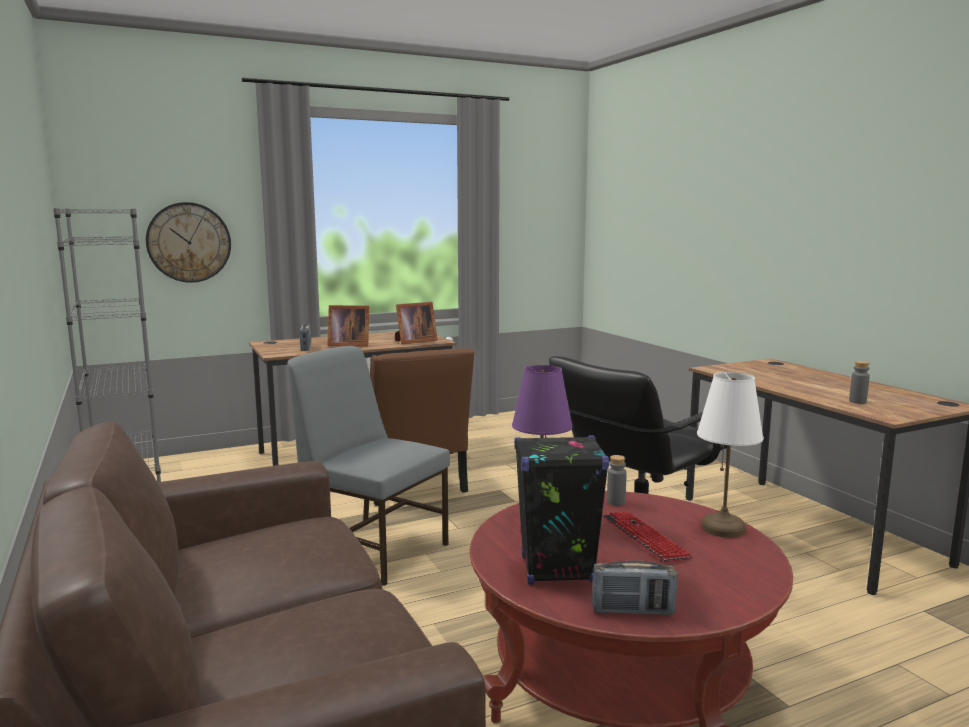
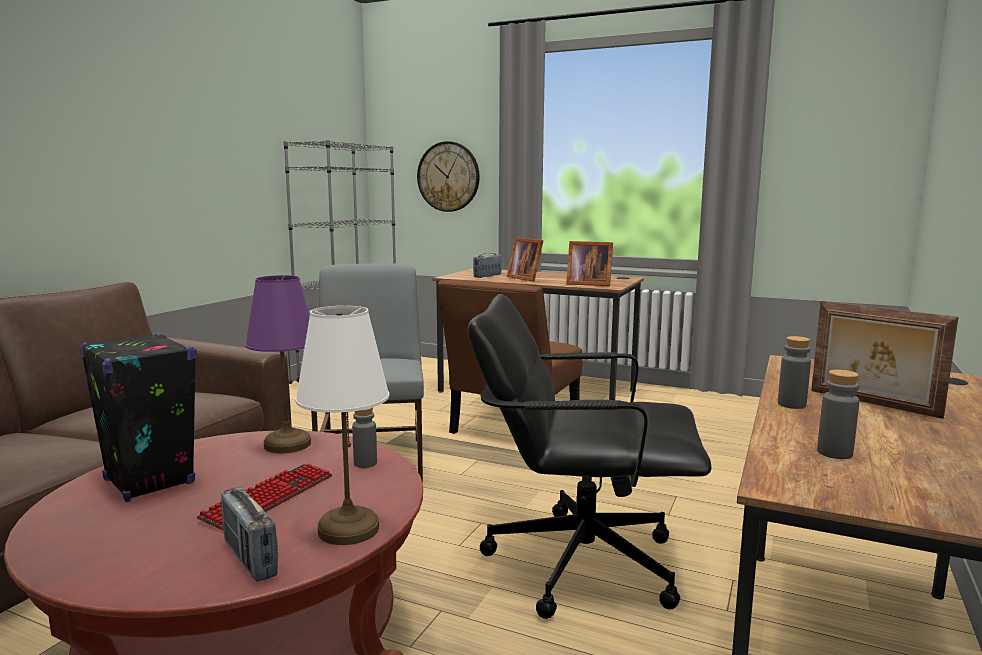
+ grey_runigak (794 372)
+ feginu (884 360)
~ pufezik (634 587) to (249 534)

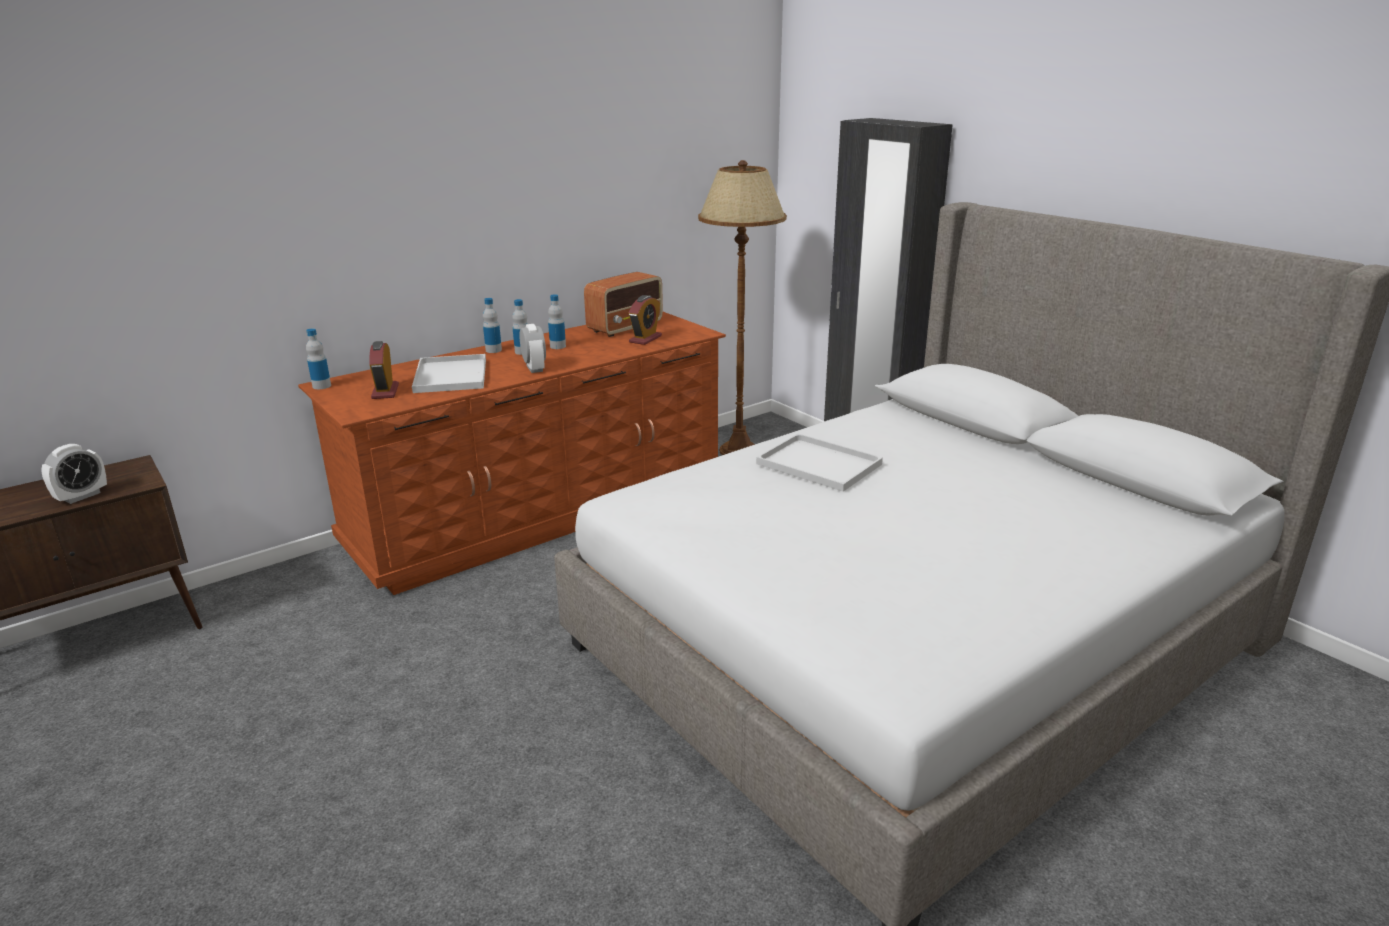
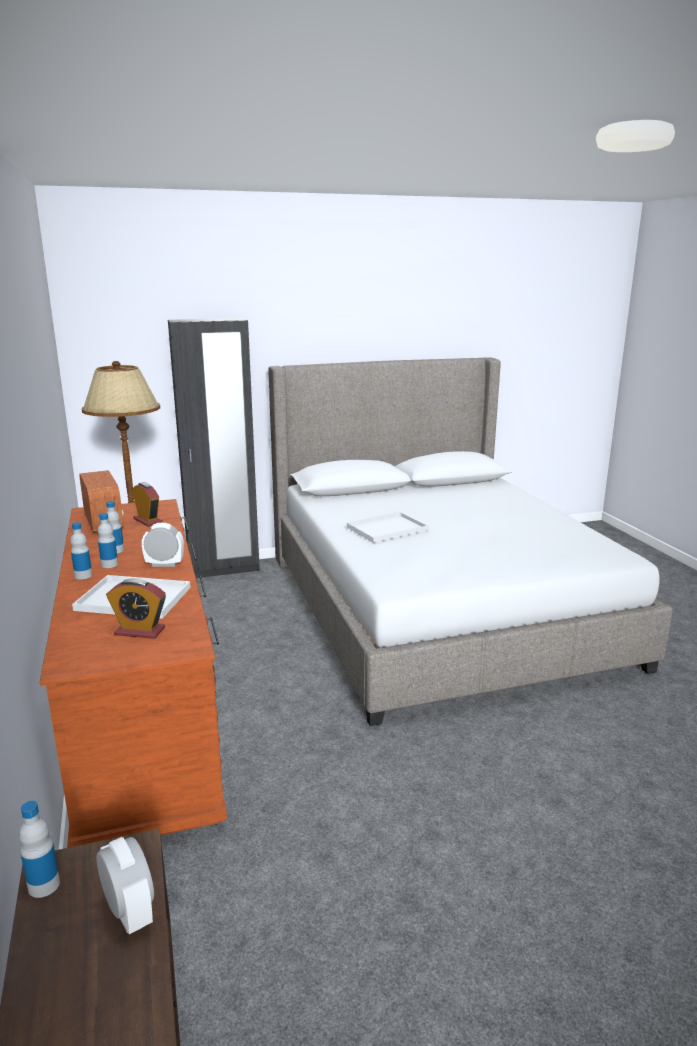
~ runigak (318 358) to (39 849)

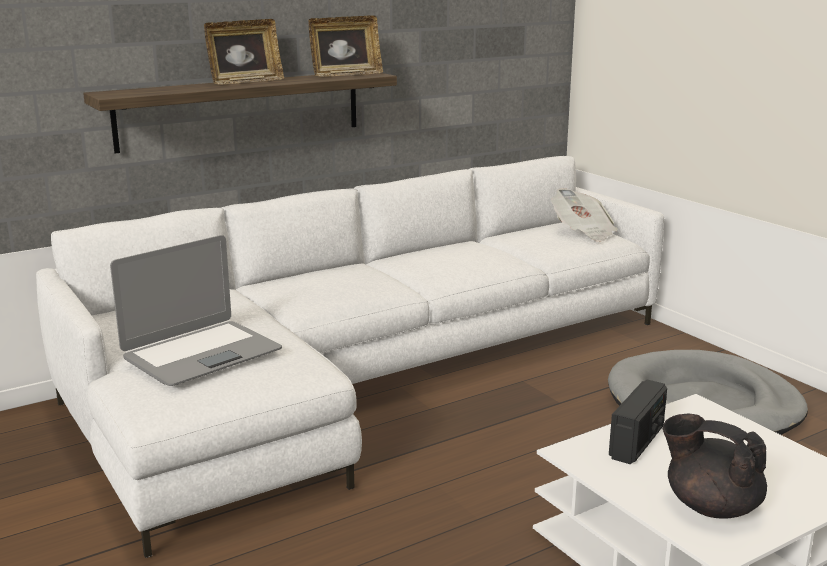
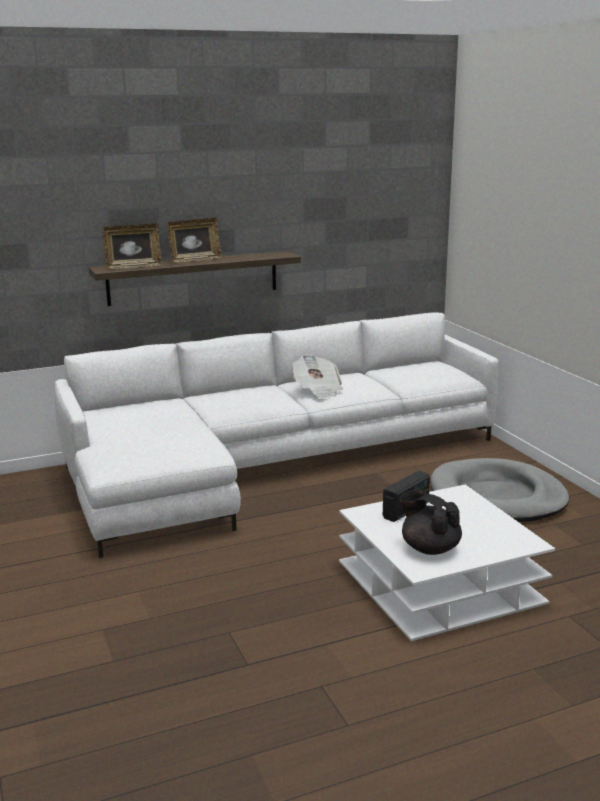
- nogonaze (196 310)
~ feginu (345 46) to (132 246)
~ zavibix (584 215) to (317 376)

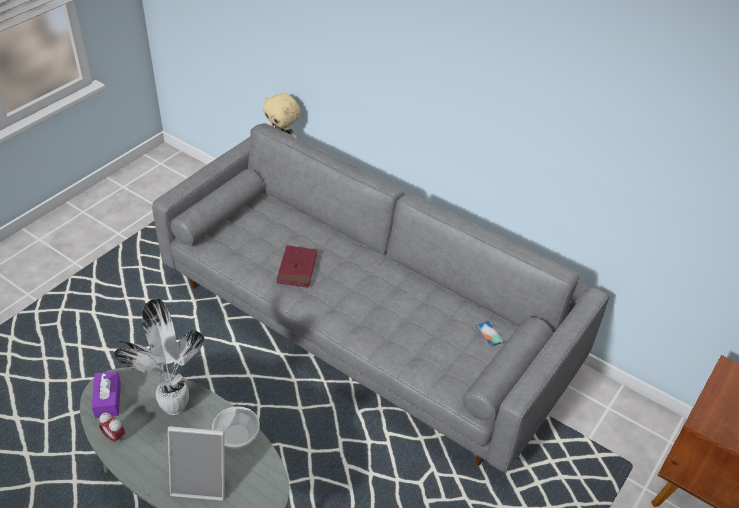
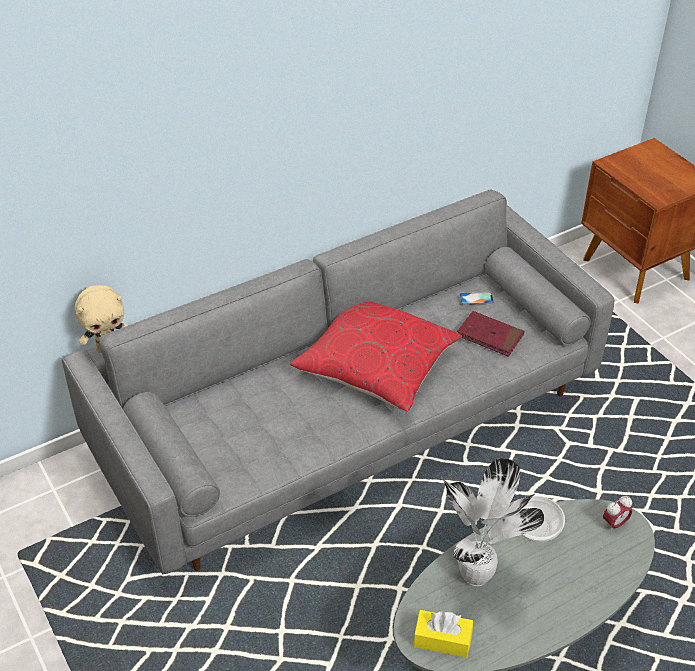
- feginu (196 463)
+ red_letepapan (376 356)
~ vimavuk (112 428) to (617 514)
~ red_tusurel (297 266) to (490 334)
~ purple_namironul (106 394) to yellow_namironul (443 634)

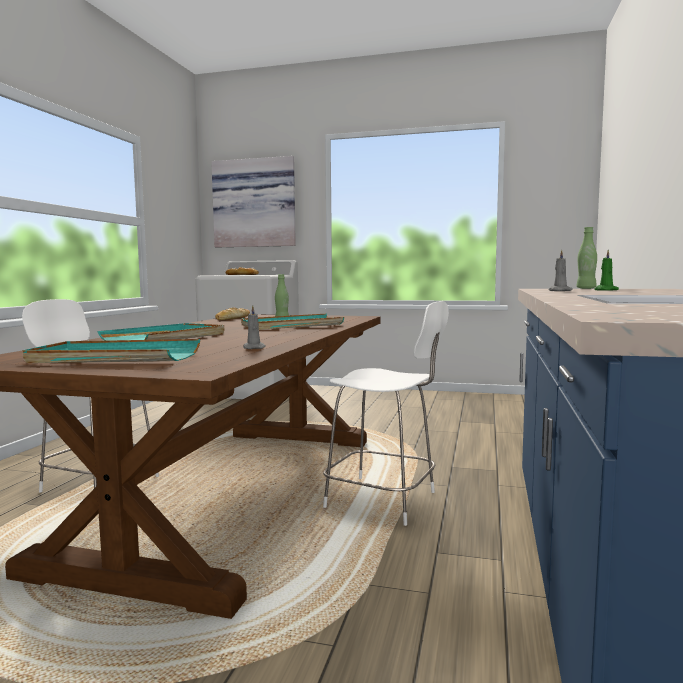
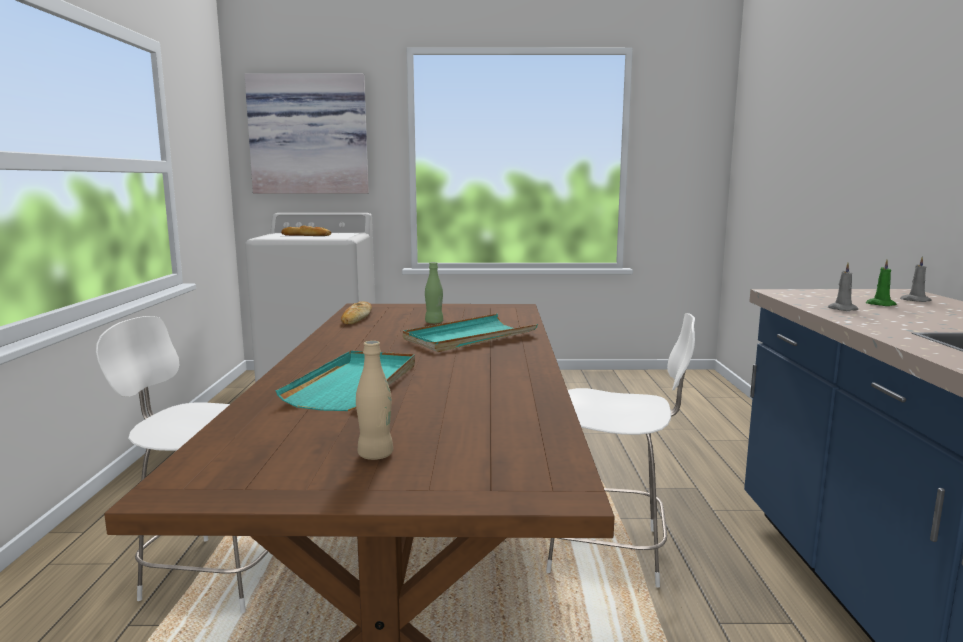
- green_runigak (587 258)
~ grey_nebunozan (254 327) to (916 279)
~ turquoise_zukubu (111 351) to beige_runigak (374 400)

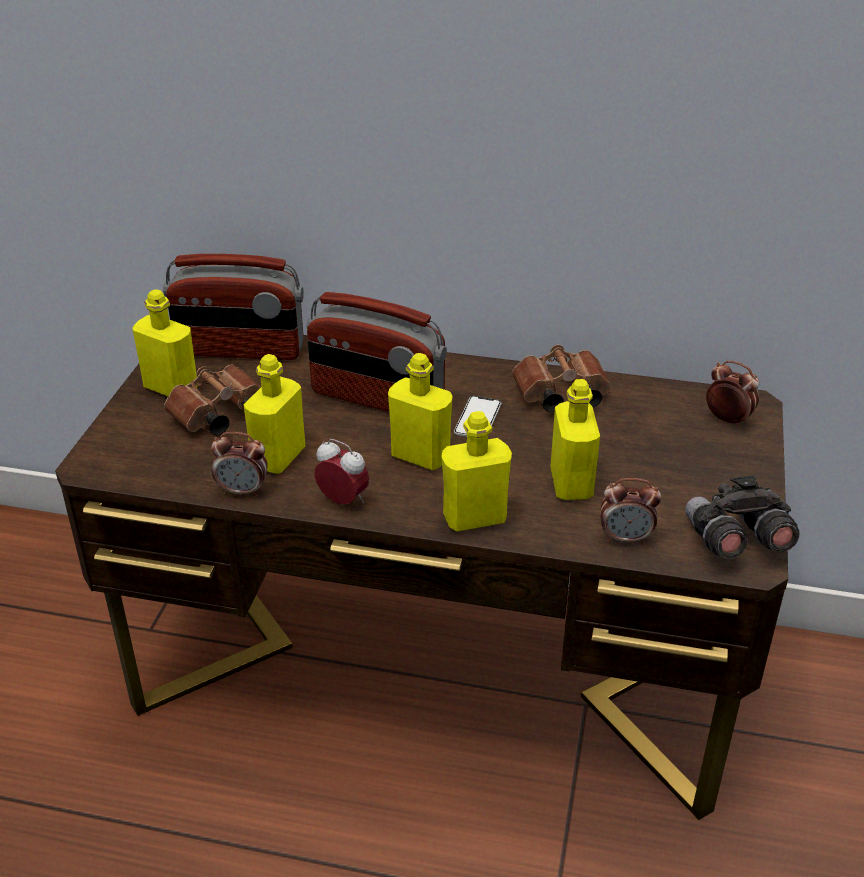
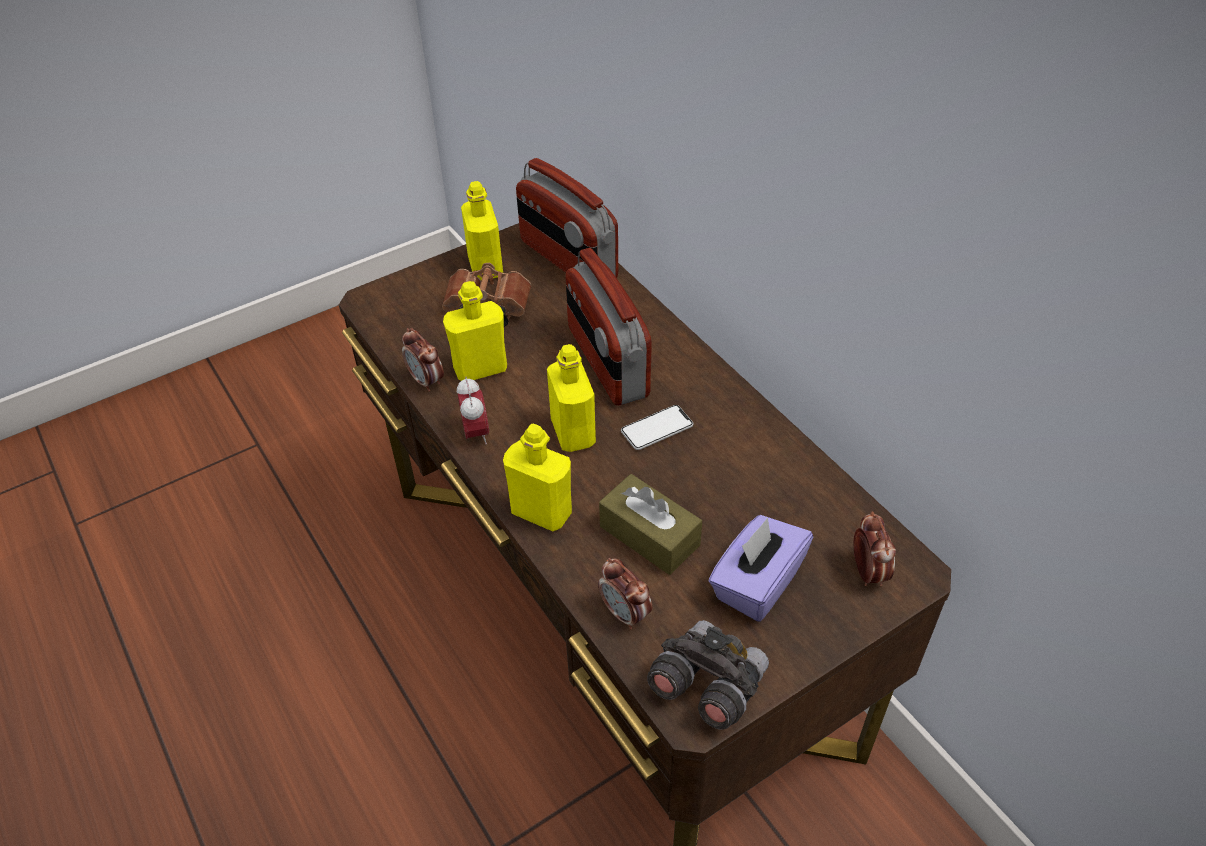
- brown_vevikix (561 378)
+ purple_namironul (760 568)
~ yellow_runigak (575 439) to brown_namironul (650 524)

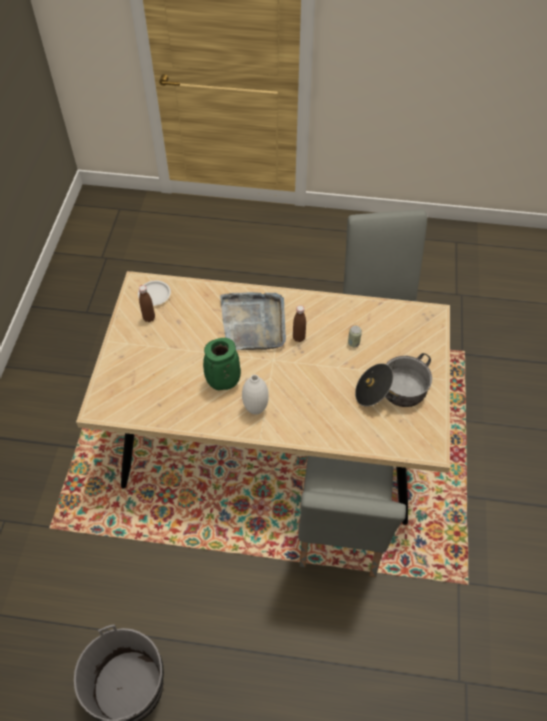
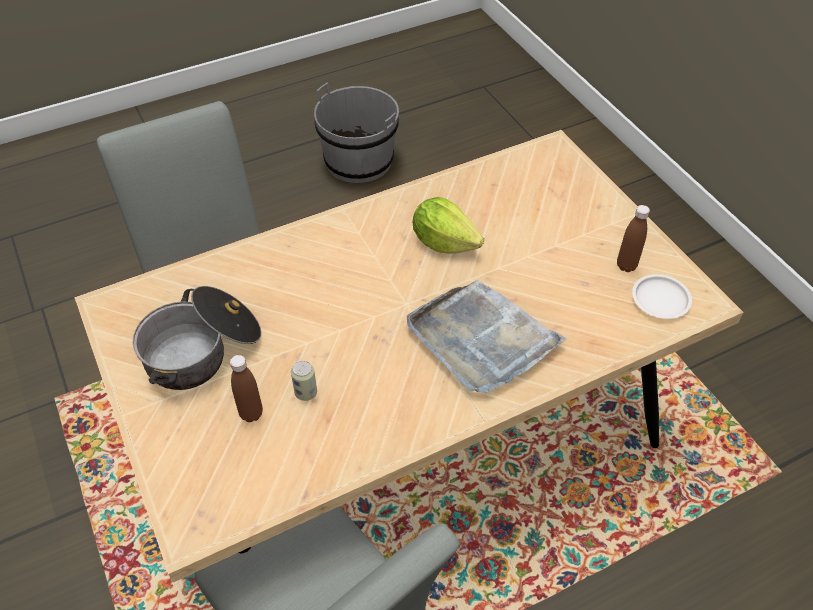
- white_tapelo (255 394)
~ brown_runigak (299 323) to (246 388)
~ green_tapelo (222 364) to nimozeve (448 225)

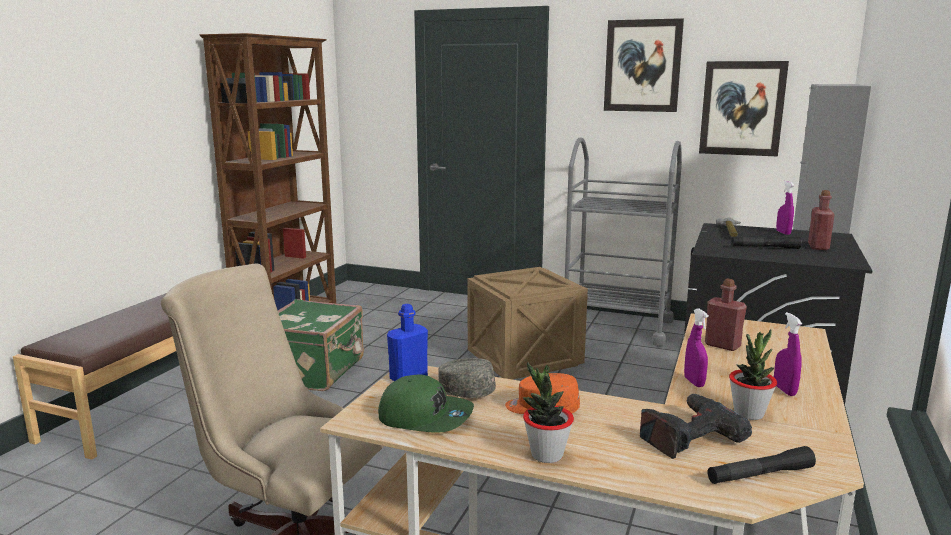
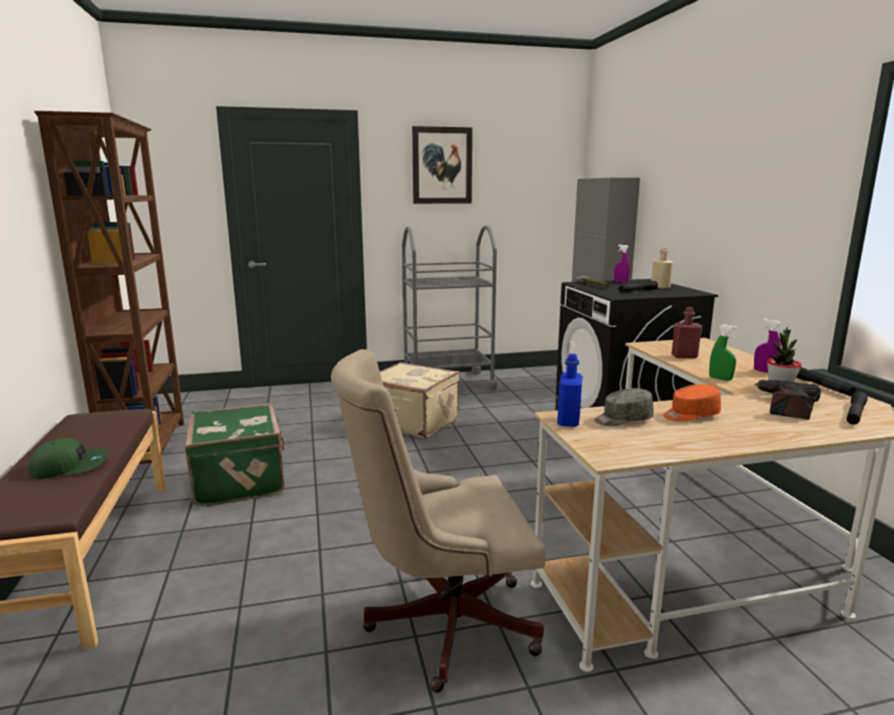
- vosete (548 412)
- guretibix (744 108)
+ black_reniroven (826 381)
~ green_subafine (426 403) to (68 458)
~ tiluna (527 323) to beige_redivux (420 400)
~ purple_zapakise (696 347) to green_zapakise (723 352)
~ red_runigak (821 220) to beige_runigak (662 268)

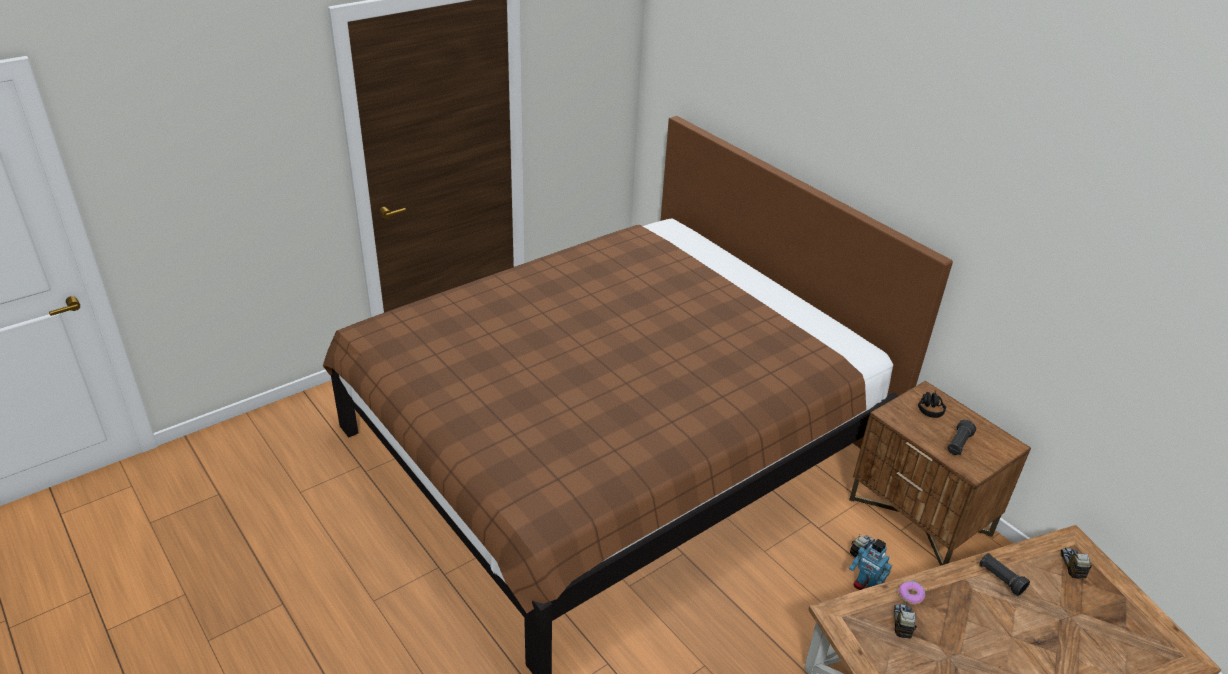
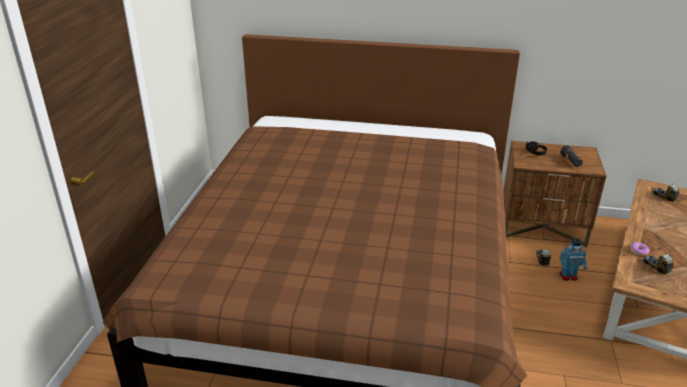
- black_reniroven (1004 574)

